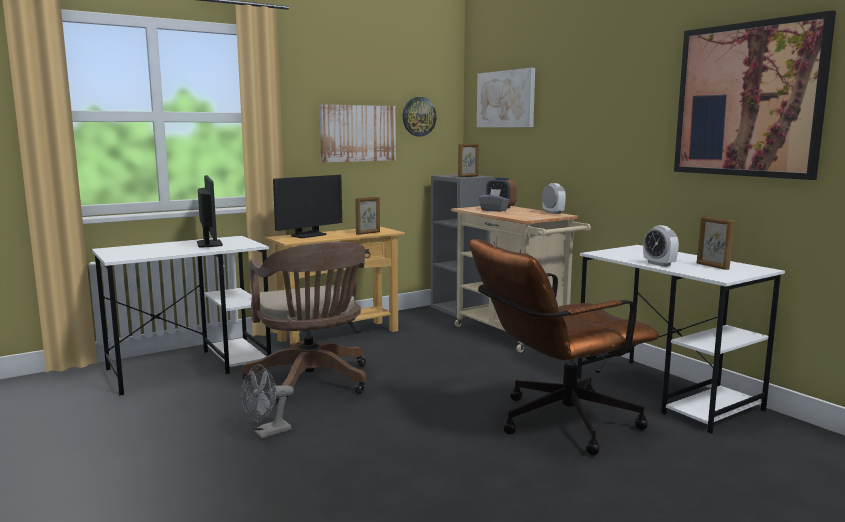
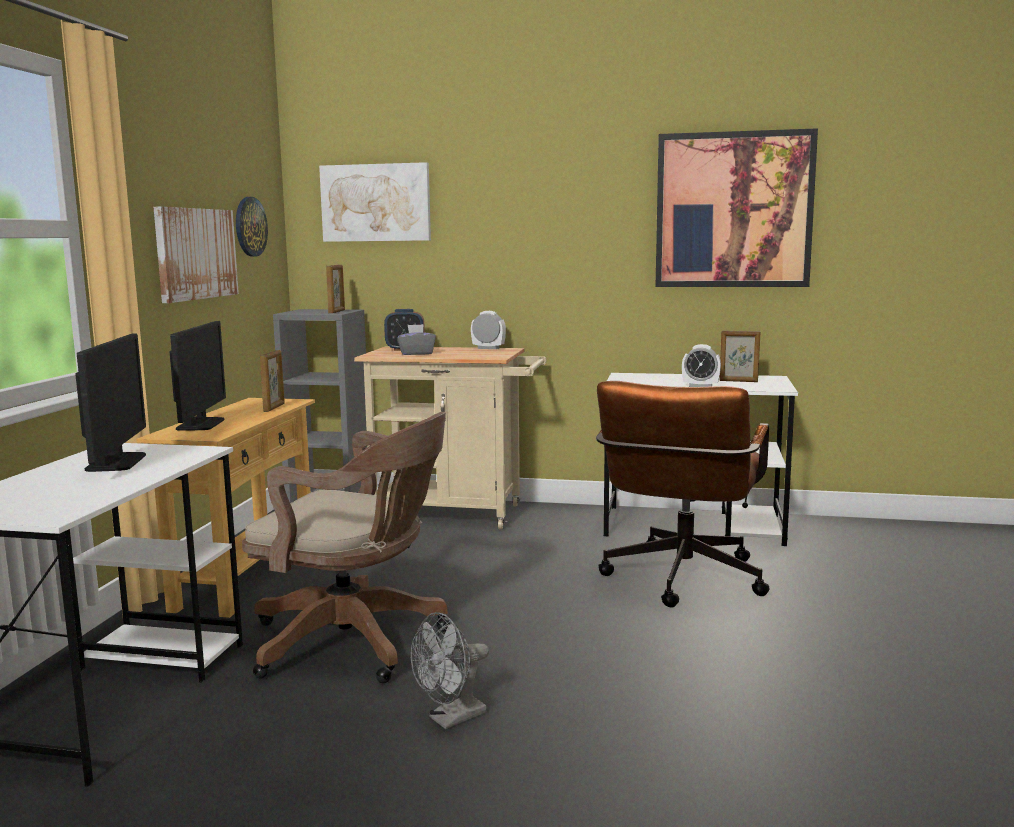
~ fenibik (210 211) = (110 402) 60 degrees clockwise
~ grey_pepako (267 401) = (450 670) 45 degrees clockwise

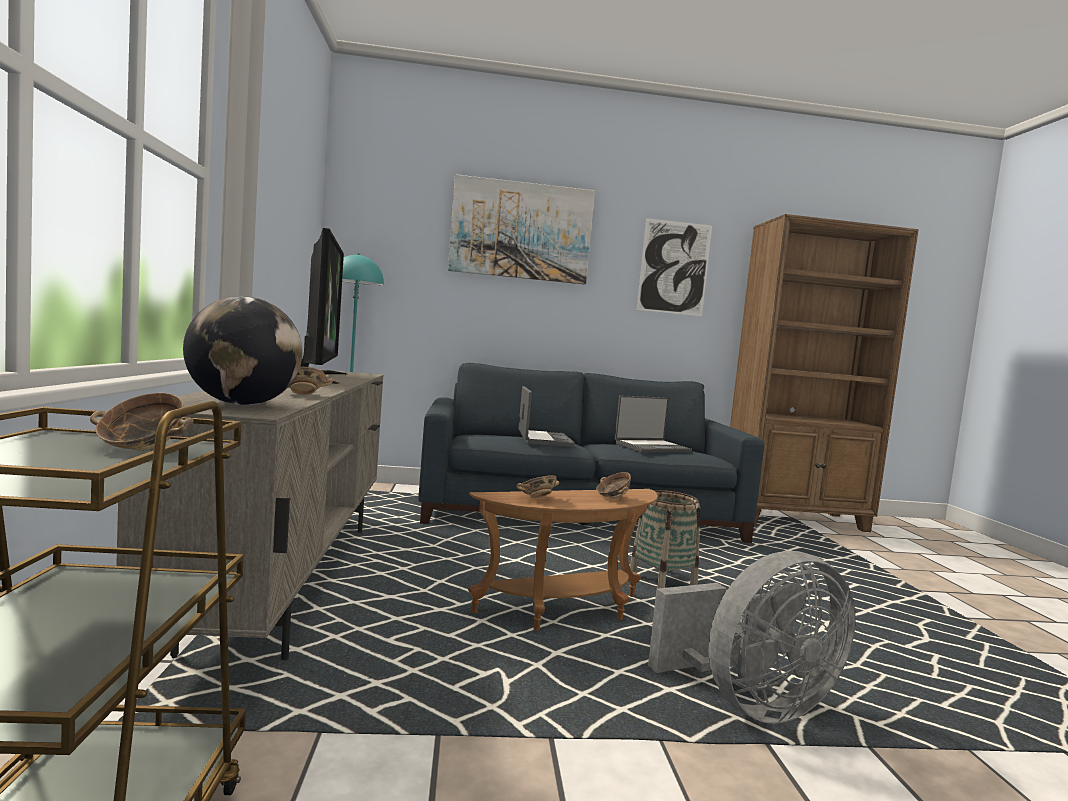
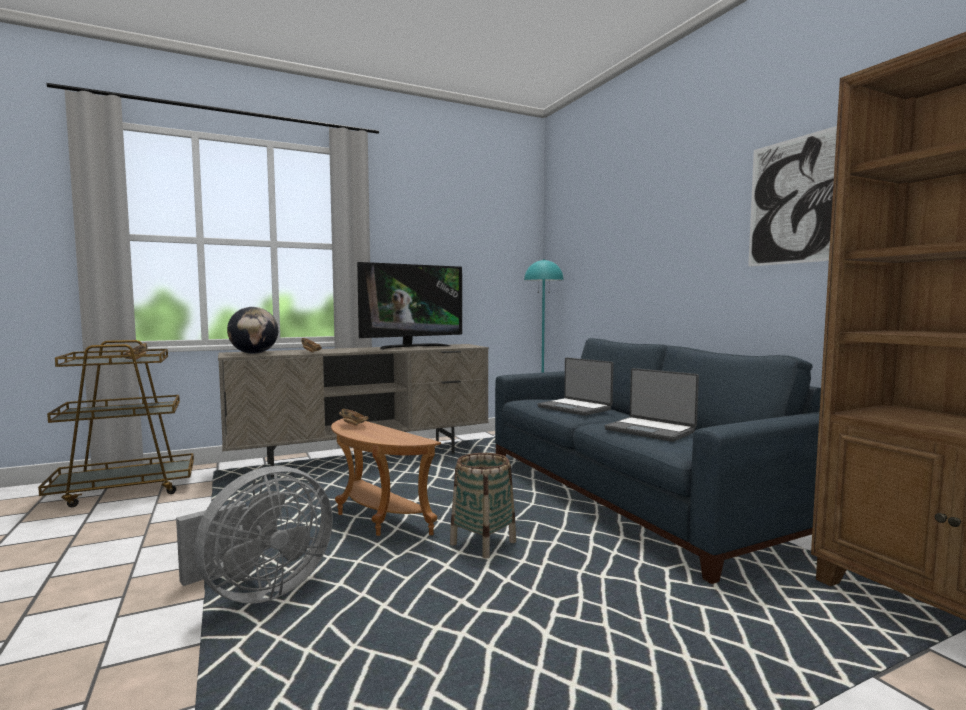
- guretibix (521 229)
- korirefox (613 485)
~ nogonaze (546 416) = (576 387) 75 degrees clockwise
~ grey_pepako (752 637) = (254 535) 90 degrees counterclockwise

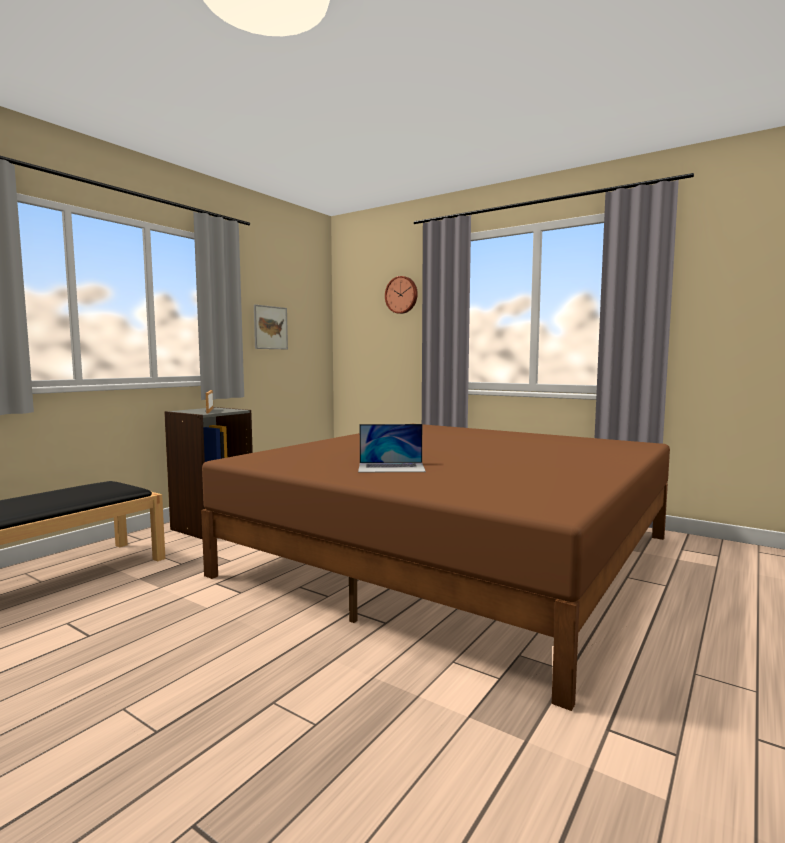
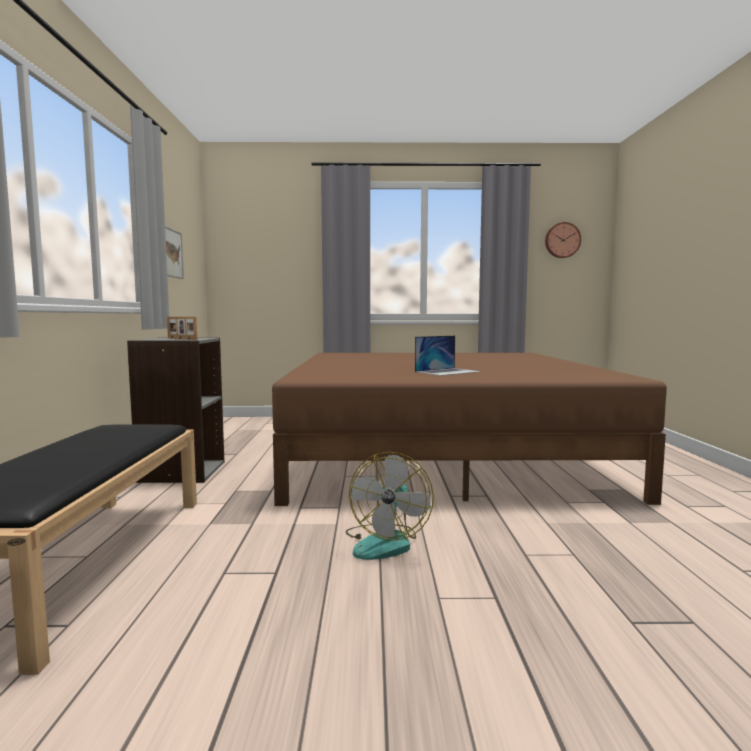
+ pepako (390 506)
~ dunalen (401 295) to (563 240)

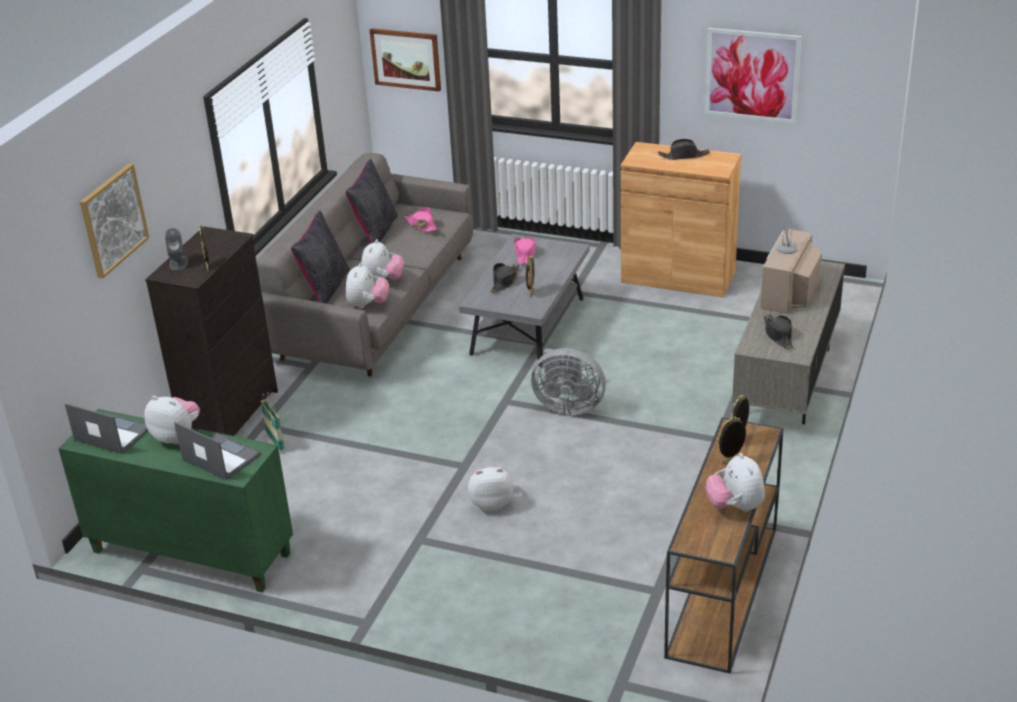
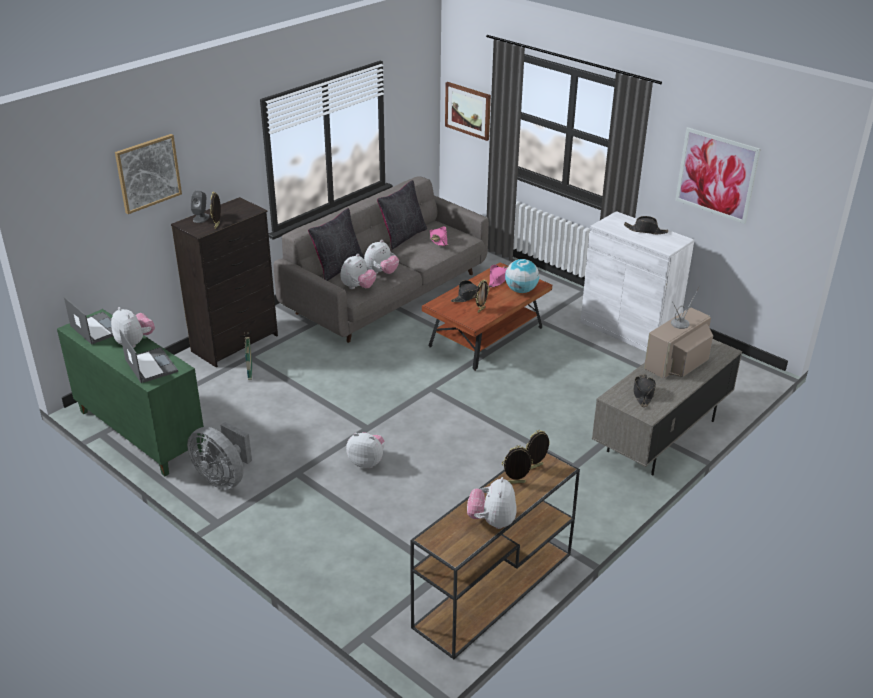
+ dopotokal (522 276)
~ grey_pepako (568 381) to (219 456)
~ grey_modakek (524 299) to brown_modakek (487 316)
~ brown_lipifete (681 220) to white_lipifete (637 281)

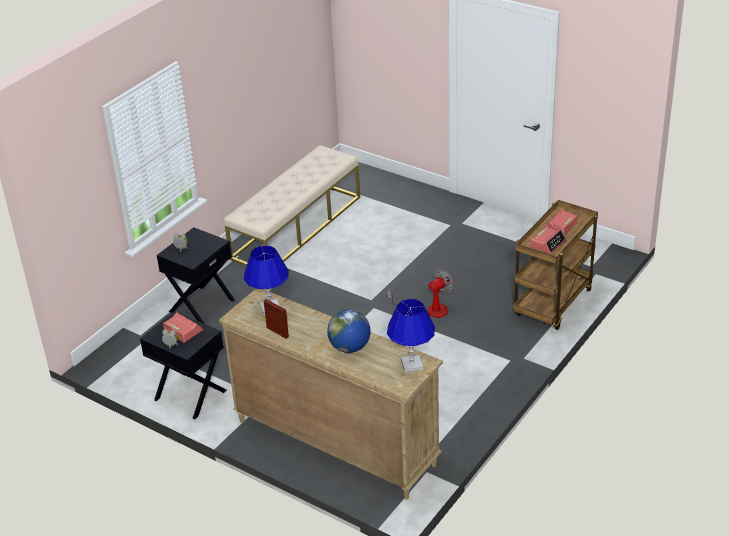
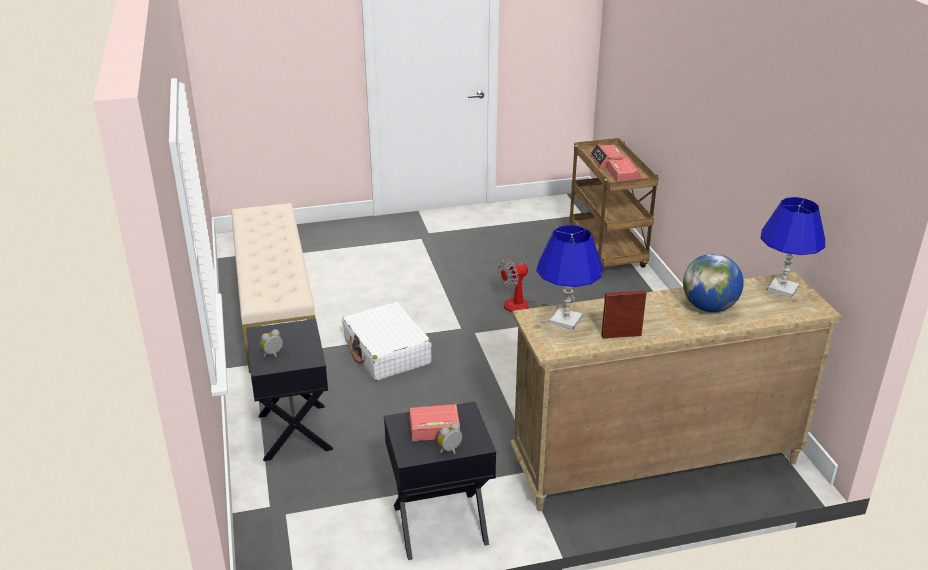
+ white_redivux (387 341)
~ pepako (420 293) = (537 285) 120 degrees counterclockwise

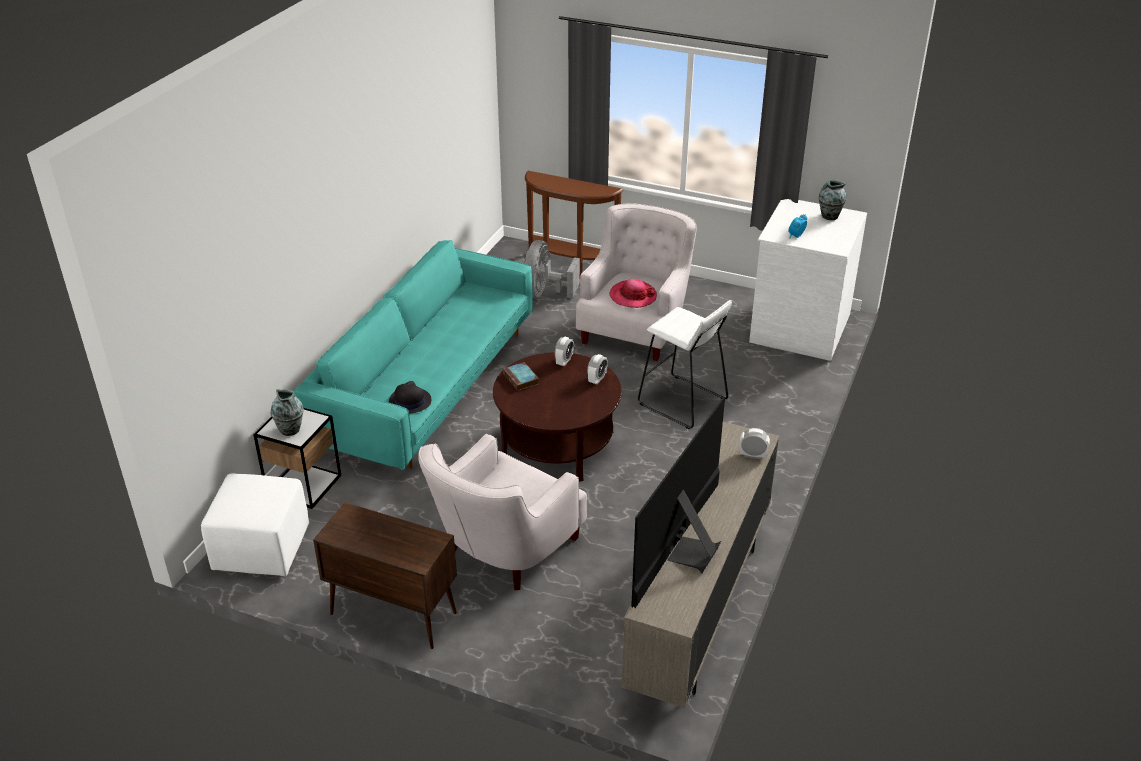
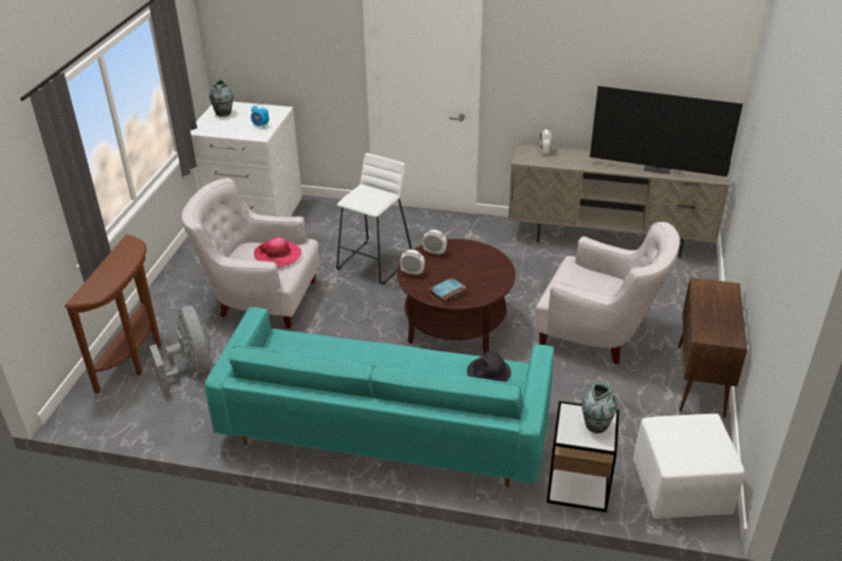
~ grey_pepako (552 269) = (181 349) 120 degrees counterclockwise

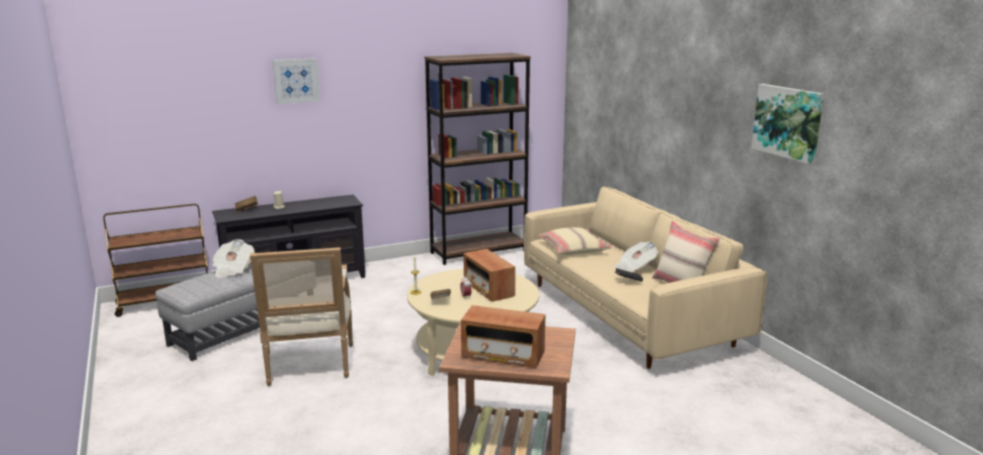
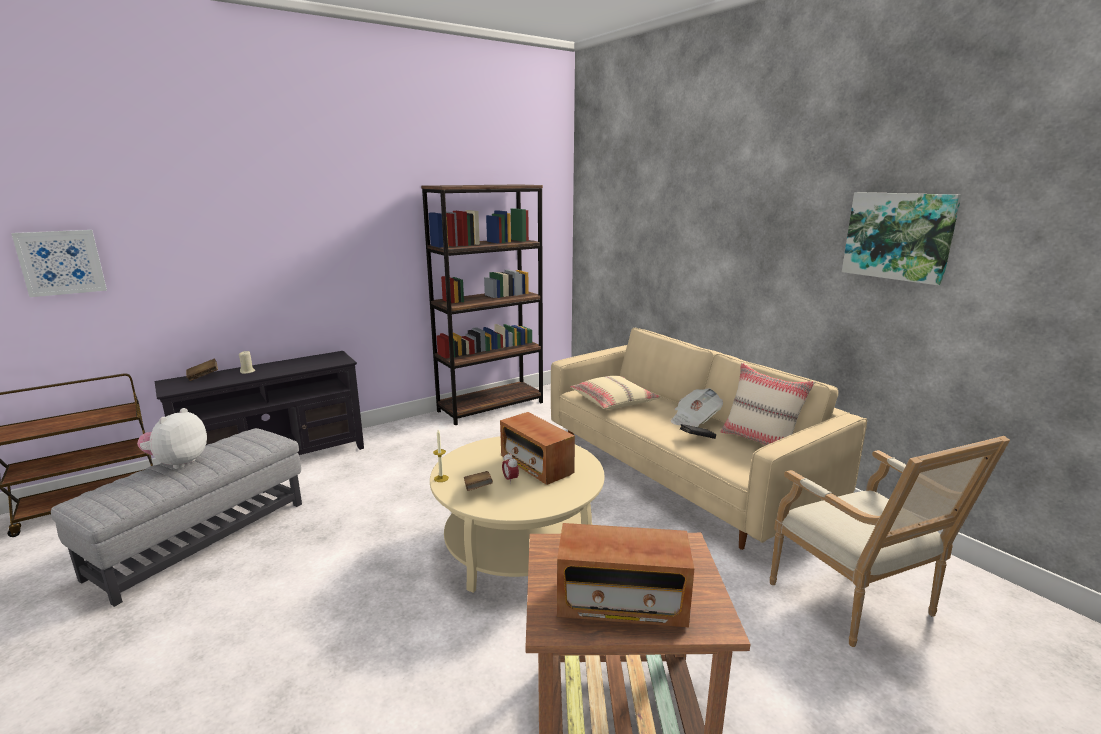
~ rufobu (301 316) to (890 541)
~ guretibix (296 81) to (59 263)
~ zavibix (233 258) to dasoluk (172 438)

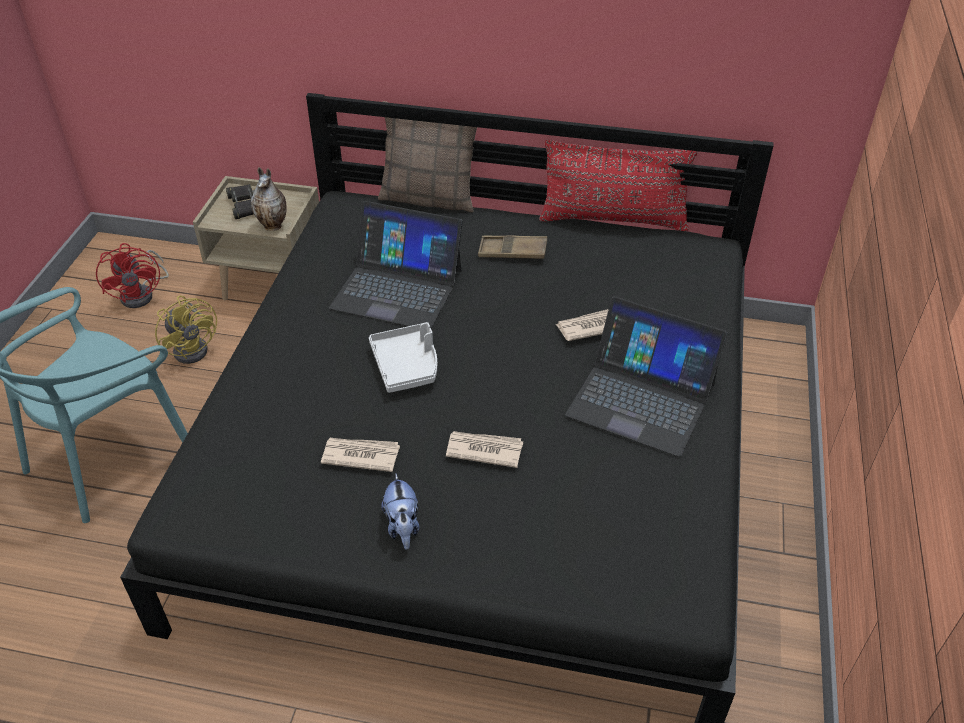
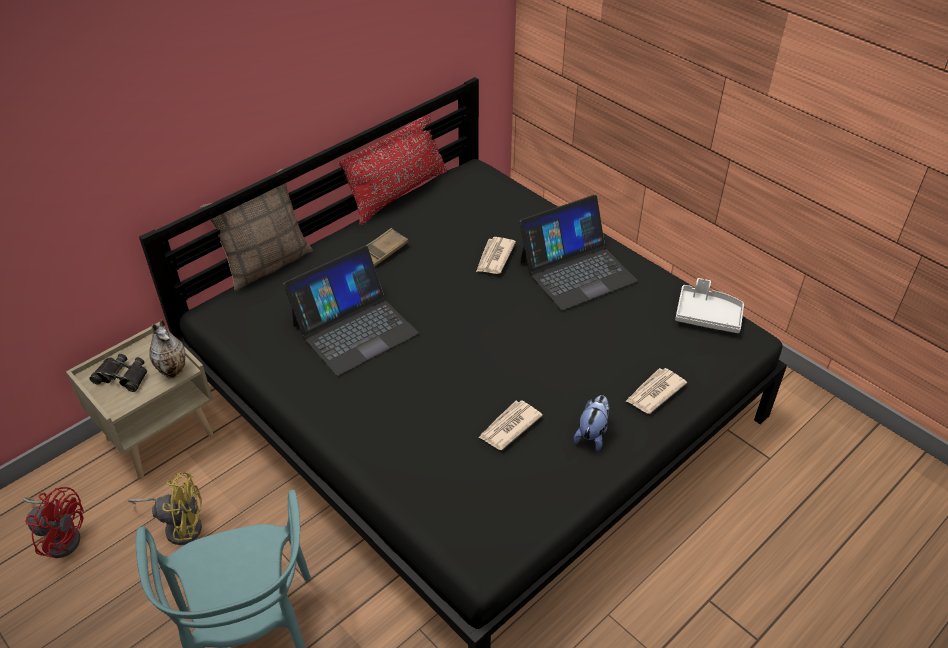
~ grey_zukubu (403 357) to (709 305)
~ zavibix (484 449) to (656 391)
~ dasoluk (400 511) = (592 423) 90 degrees counterclockwise

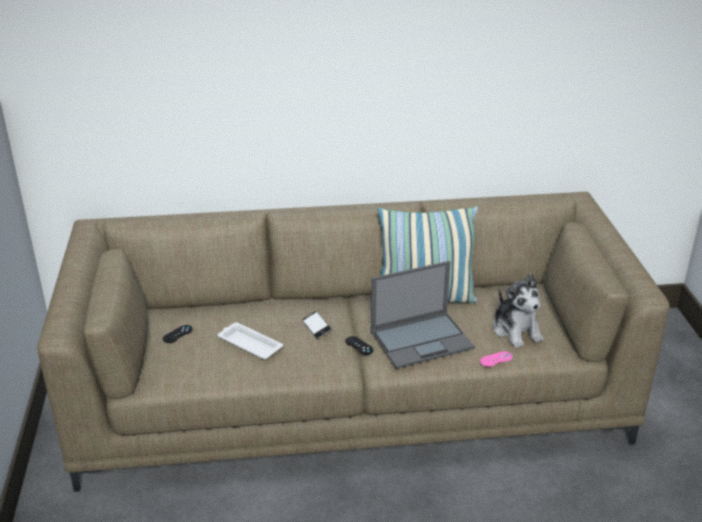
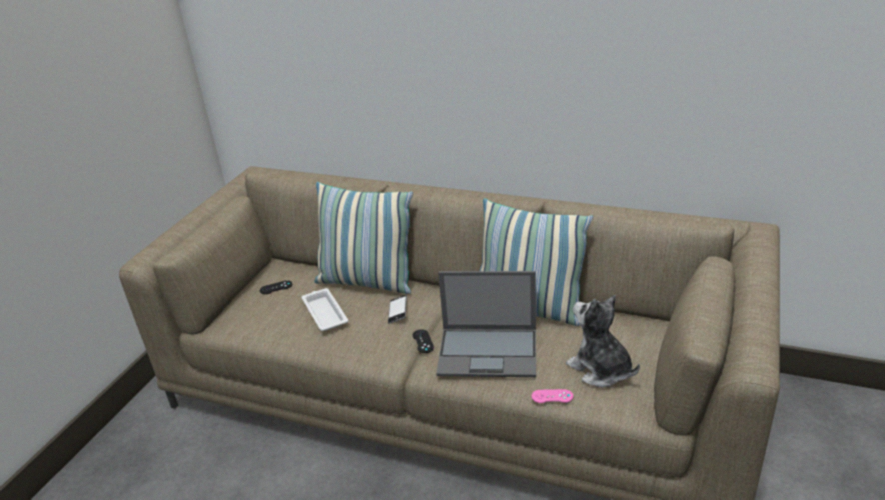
+ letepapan (363 238)
~ dasoluk (518 310) = (603 340) 135 degrees clockwise

